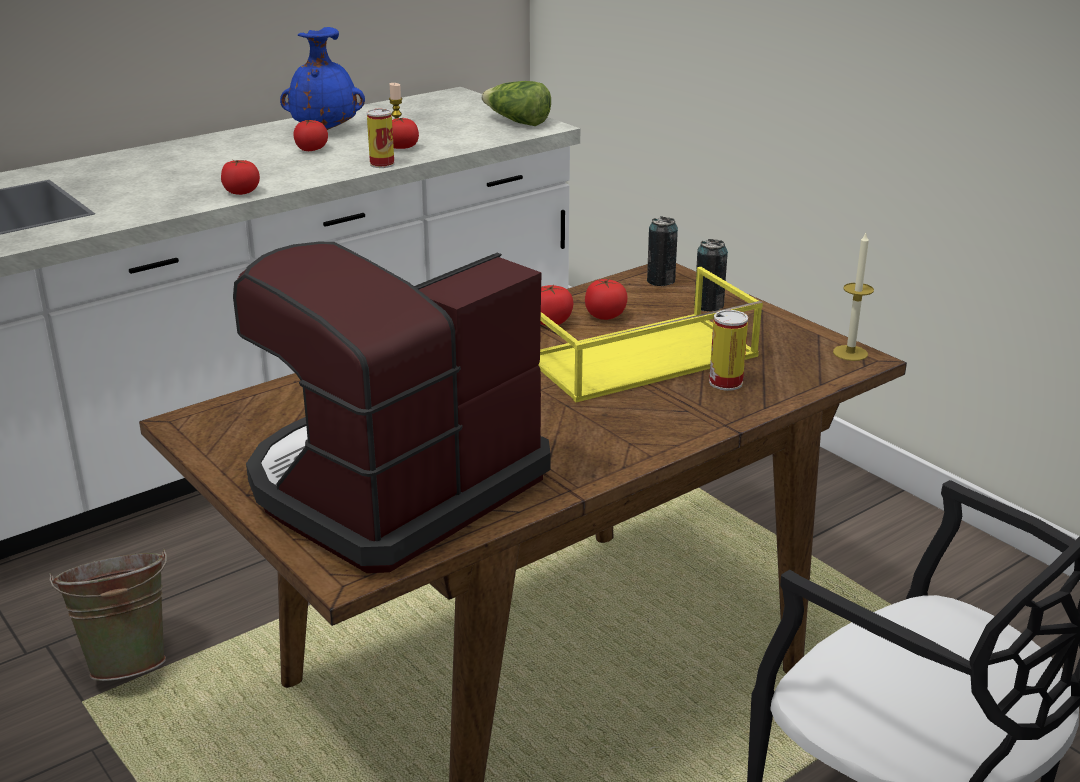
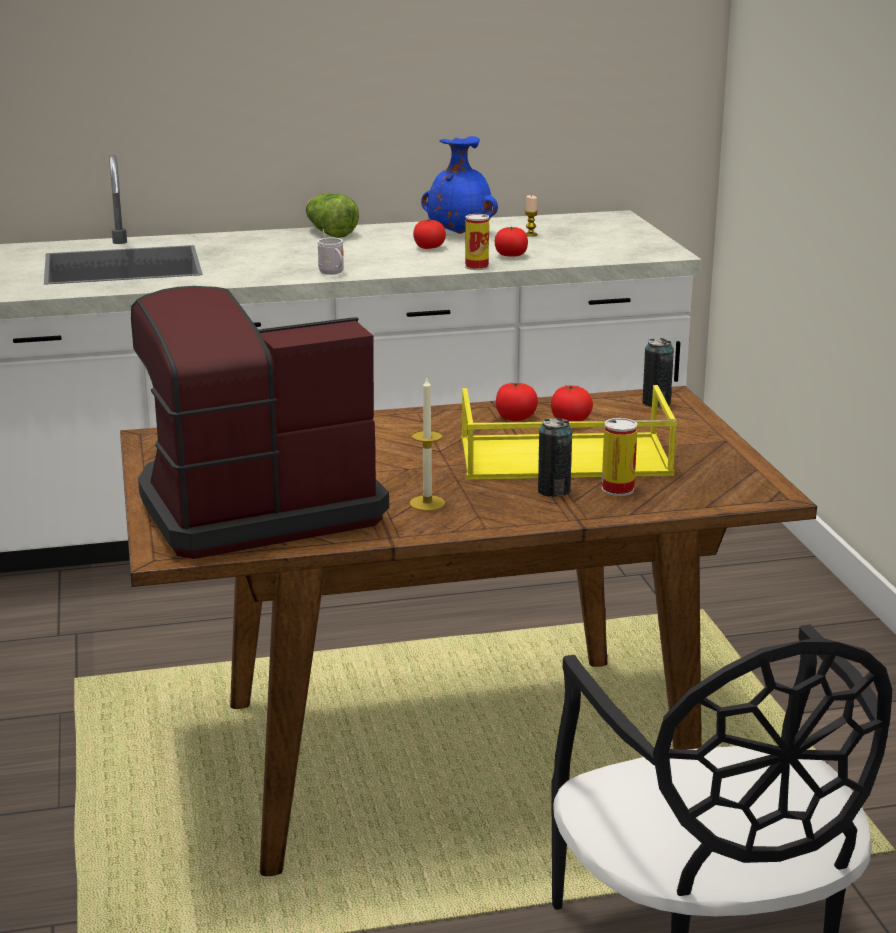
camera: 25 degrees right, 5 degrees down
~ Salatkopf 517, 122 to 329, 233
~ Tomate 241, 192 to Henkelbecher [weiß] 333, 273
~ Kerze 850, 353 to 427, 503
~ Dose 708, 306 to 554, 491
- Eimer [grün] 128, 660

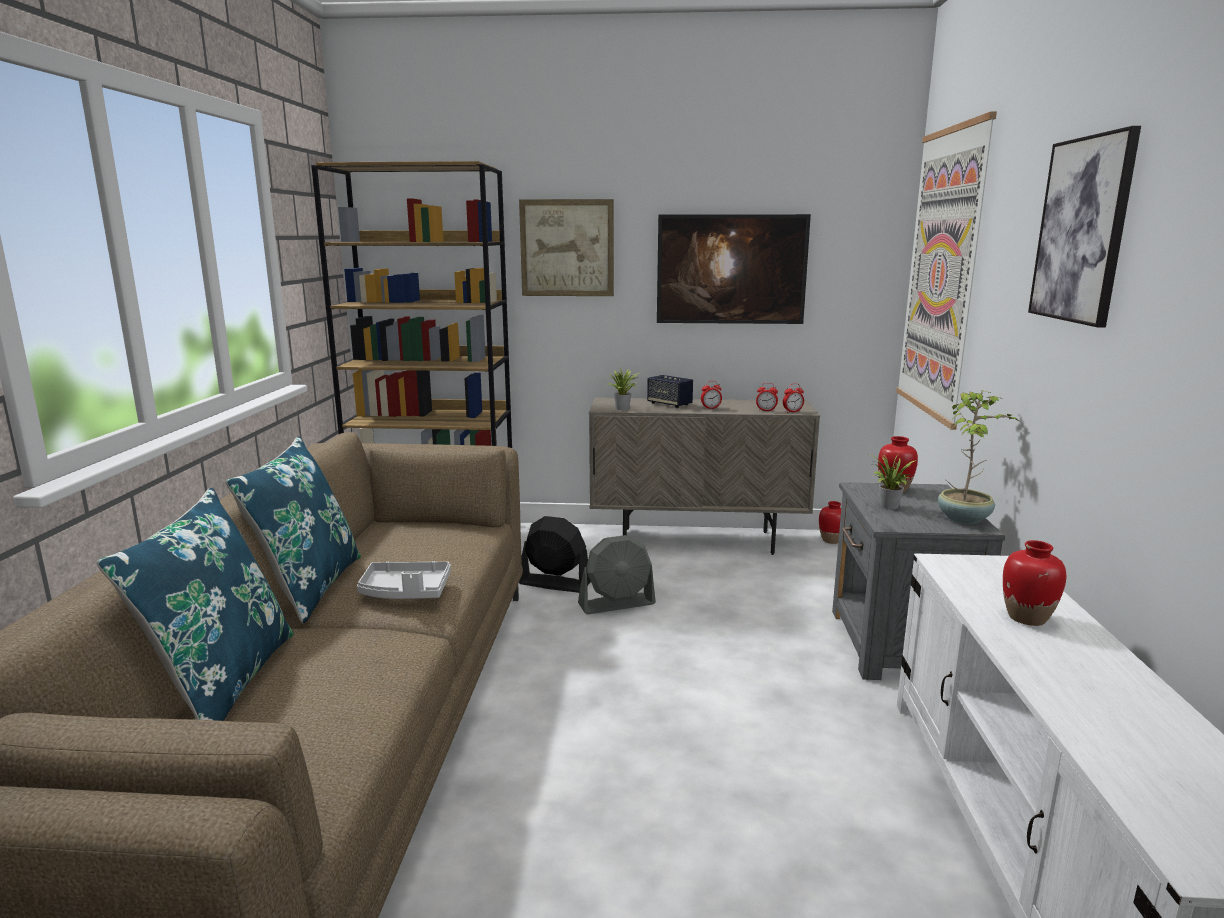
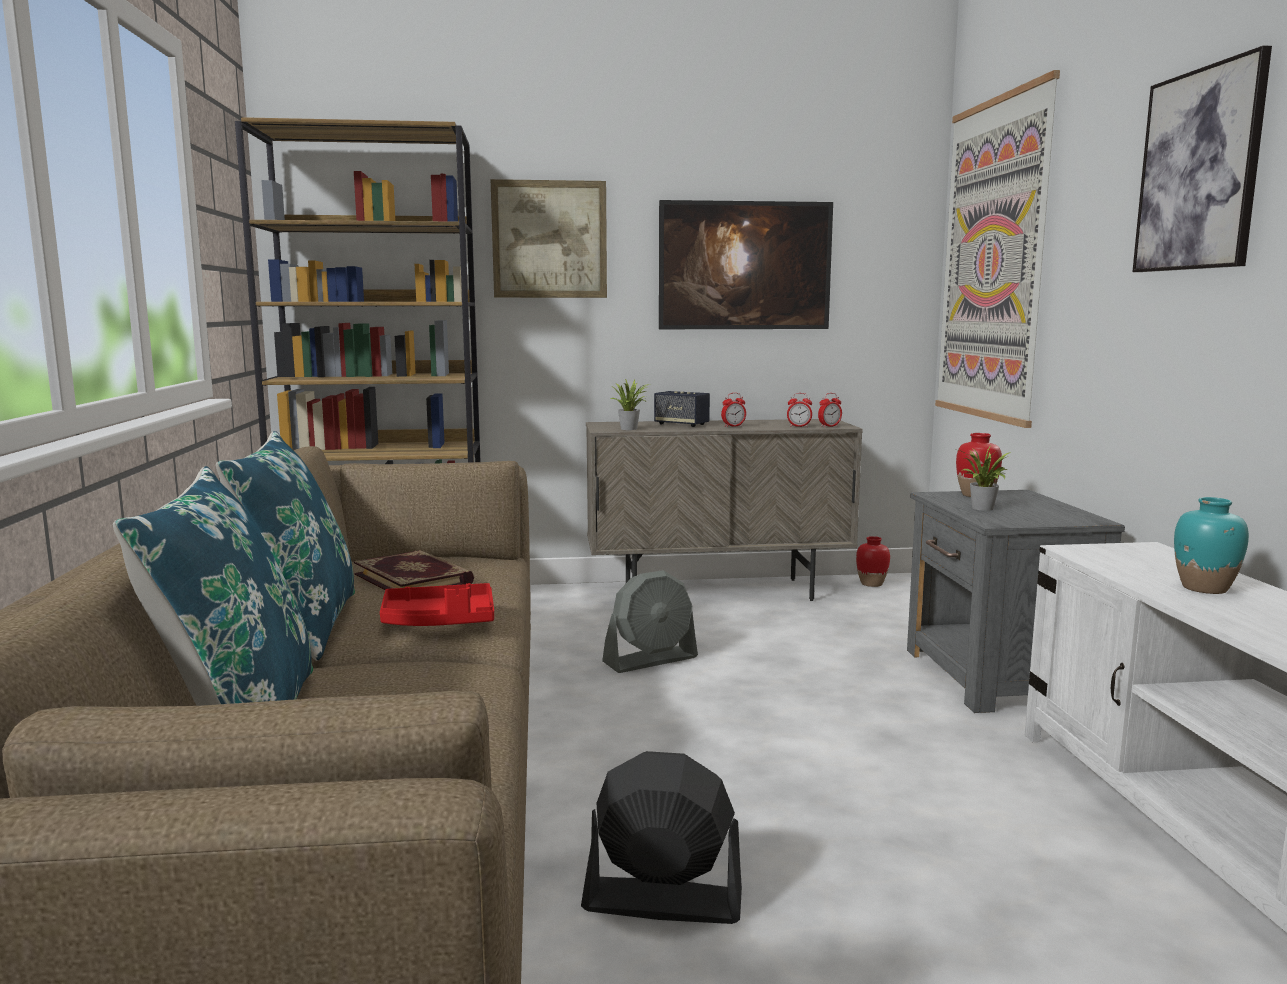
camera: 10 degrees left, 5 degrees down
+ Buch 414, 578
~ Tablett [grau] 405, 592 to Tablett [rot] 439, 622
~ Ventilator [schwarz] 554, 583 to 661, 901
~ Vase [rot] 1027, 618 to Vase [türkis] 1205, 588
- Topfpflanze 964, 518

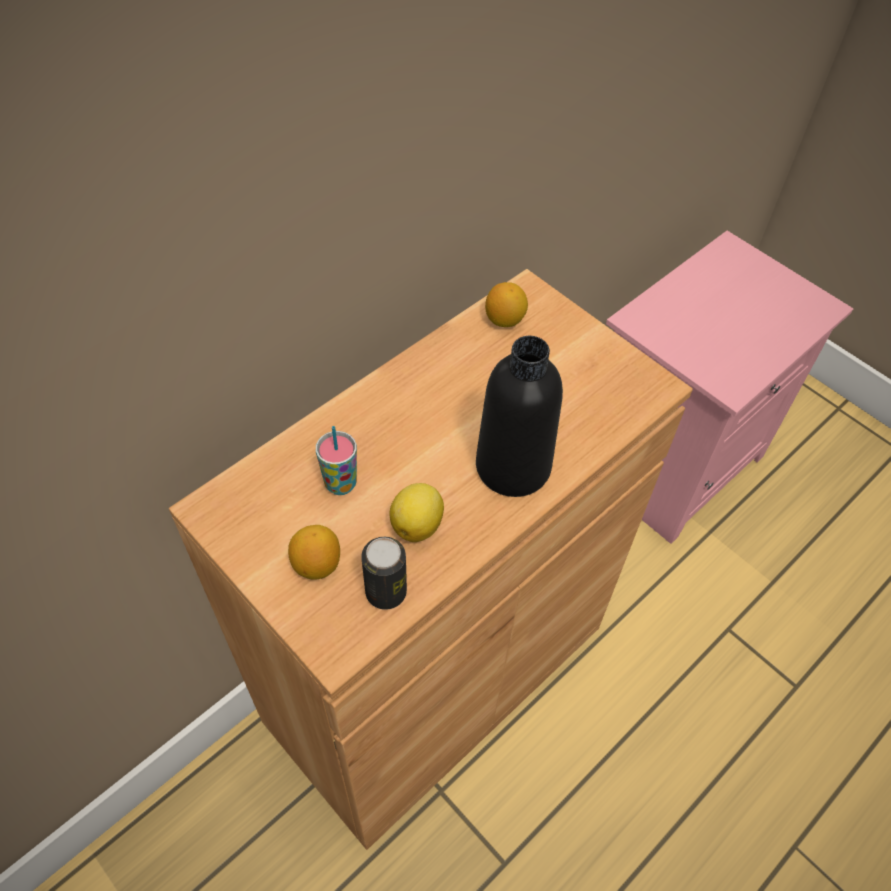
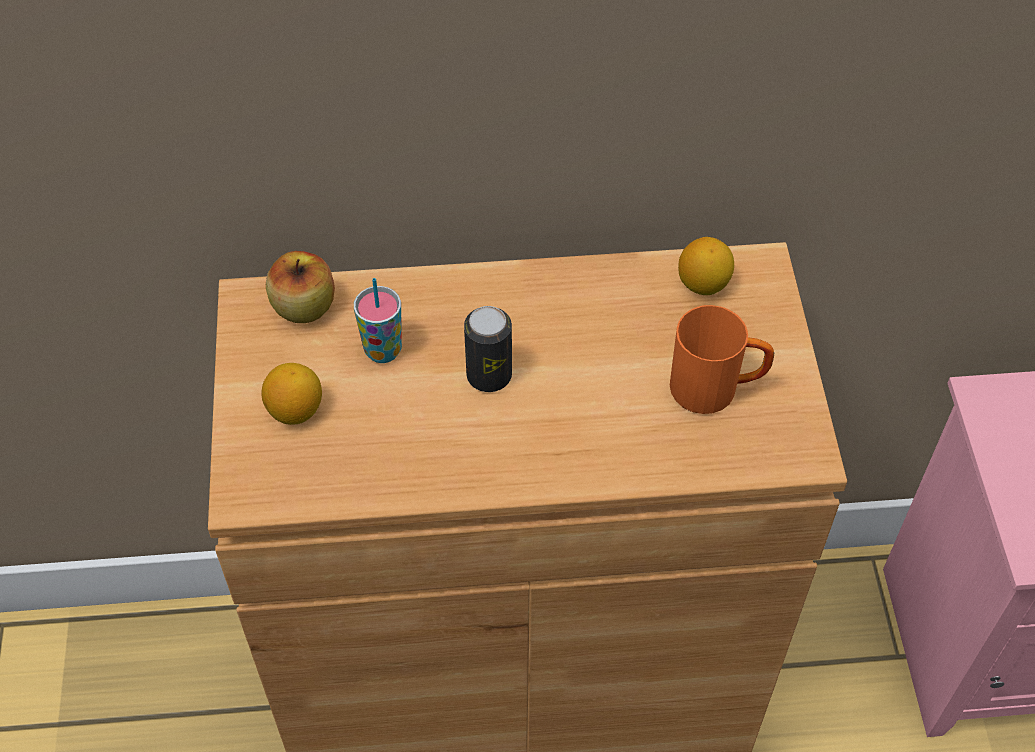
camera: 40 degrees right, 0 degrees up
+ Apfel 304, 307
~ Dose 386, 592 to 489, 375
+ Henkelbecher [orange] 716, 389
- Zitrone 418, 524
- Flasche [schwarz] 513, 466

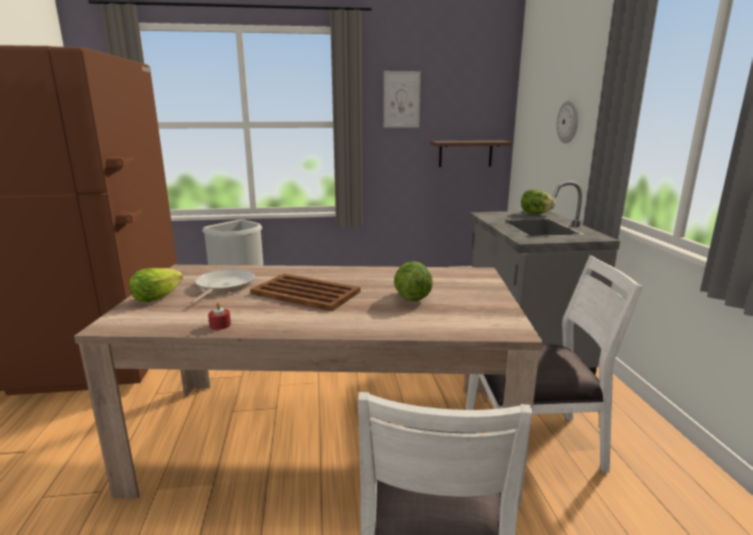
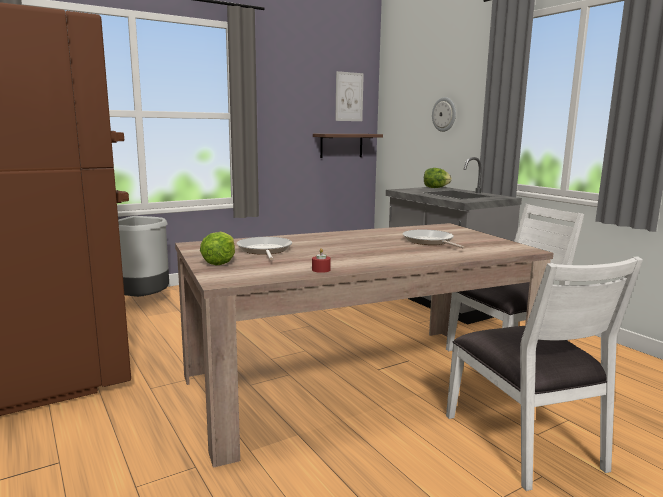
camera: 25 degrees left, 5 degrees down
~ Bild 401, 99 to 349, 97
~ Salatkopf 412, 297 to Pfanne 429, 242
- Tablett [braun] 306, 293

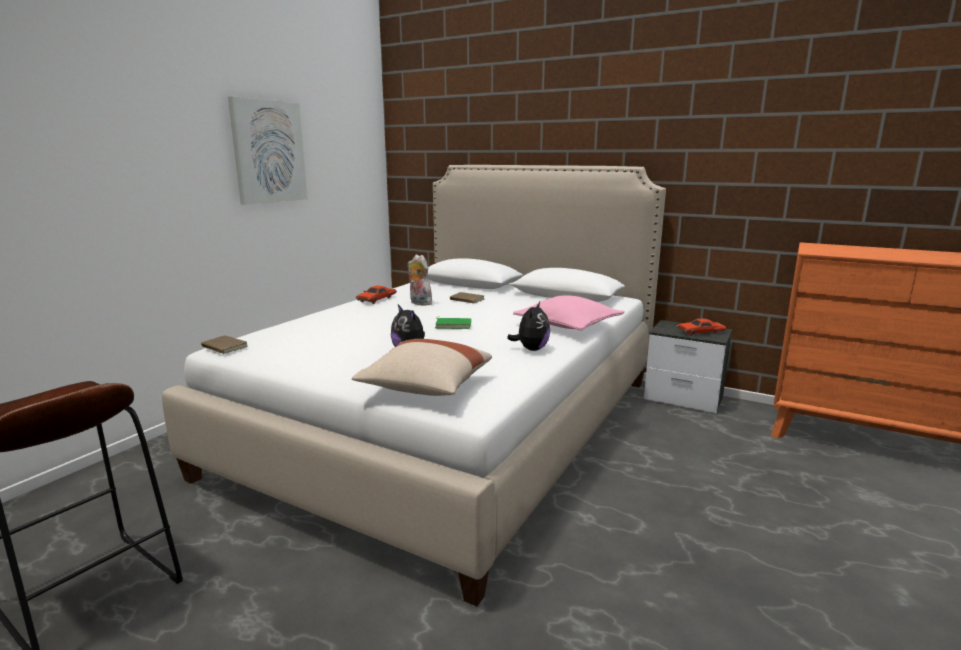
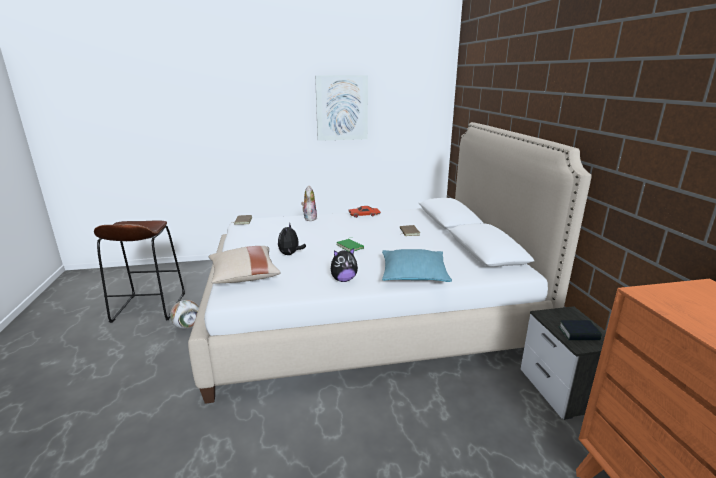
camera: 50 degrees right, 5 degrees up
+ Fußball 187, 326
~ Plüschtier 419, 303 to 309, 218
~ Kissen [rosa] 568, 325 to Kissen [türkis] 414, 274
~ Spielzeugauto [rot] 700, 332 to Buch 578, 334

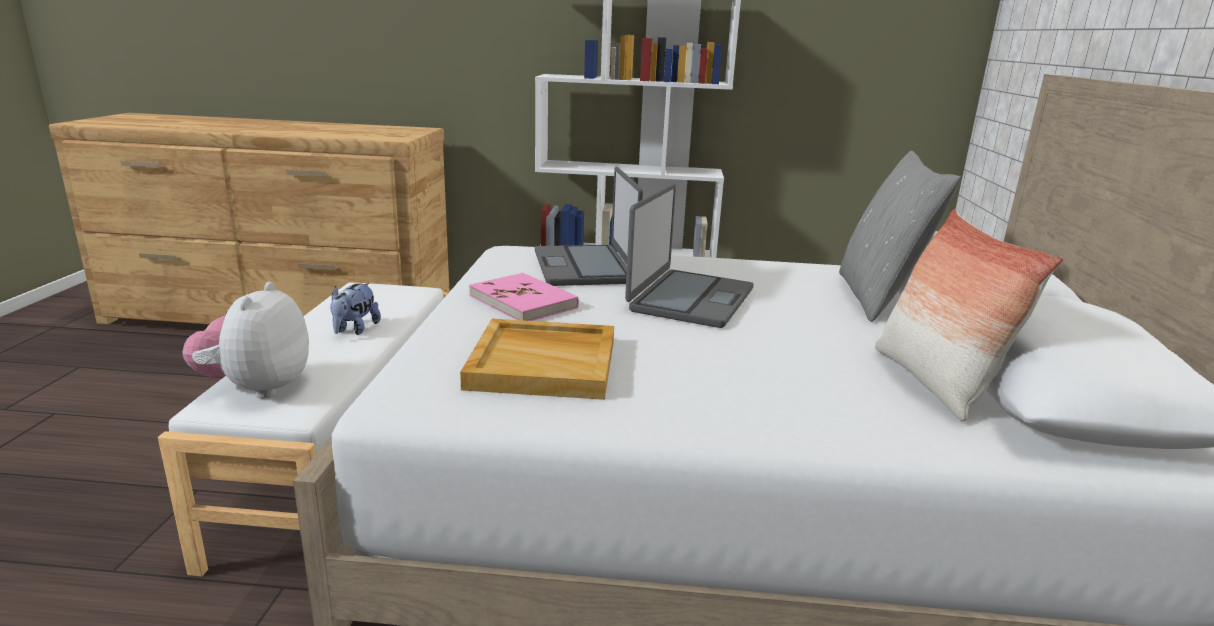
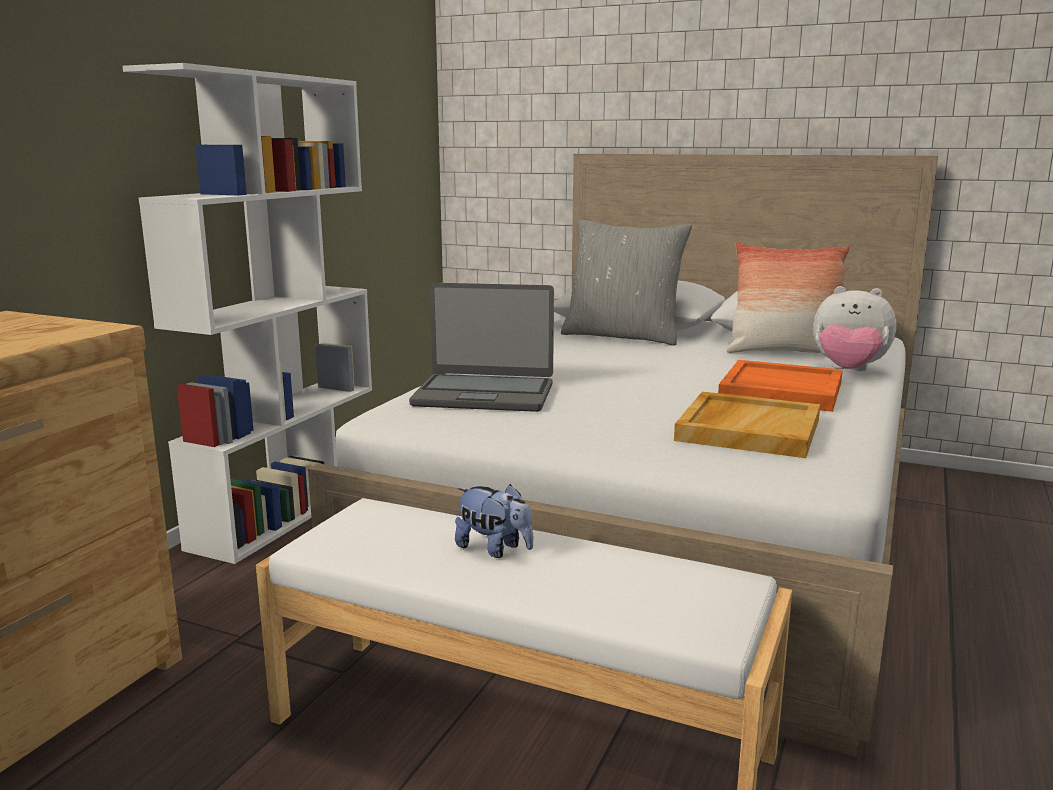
camera: 70 degrees left, 5 degrees down
+ Tablett [orange] 780, 391
~ Plüschtier 257, 388 to 848, 371
- Buch [rosa] 523, 302
- Laptop 690, 299

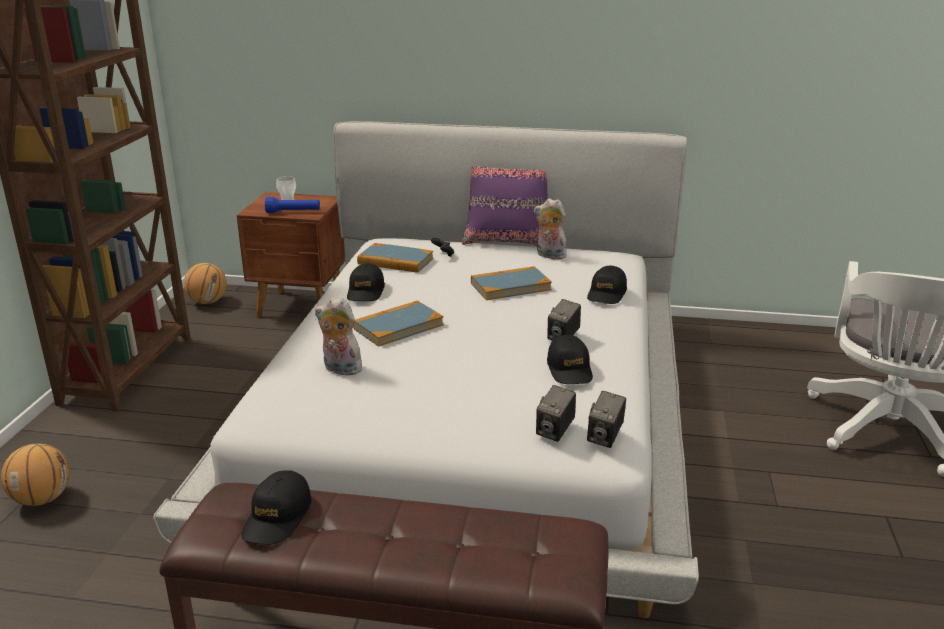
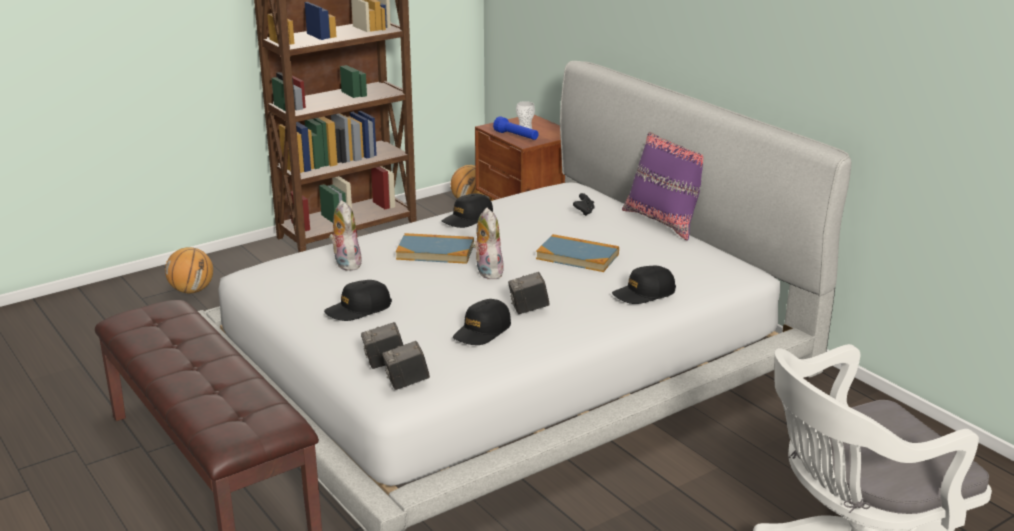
camera: 45 degrees right, 0 degrees up
~ Kappe [schwarz] 277, 517 to 358, 309
~ Plüschtier 549, 256 to 487, 272
- Buch 395, 261

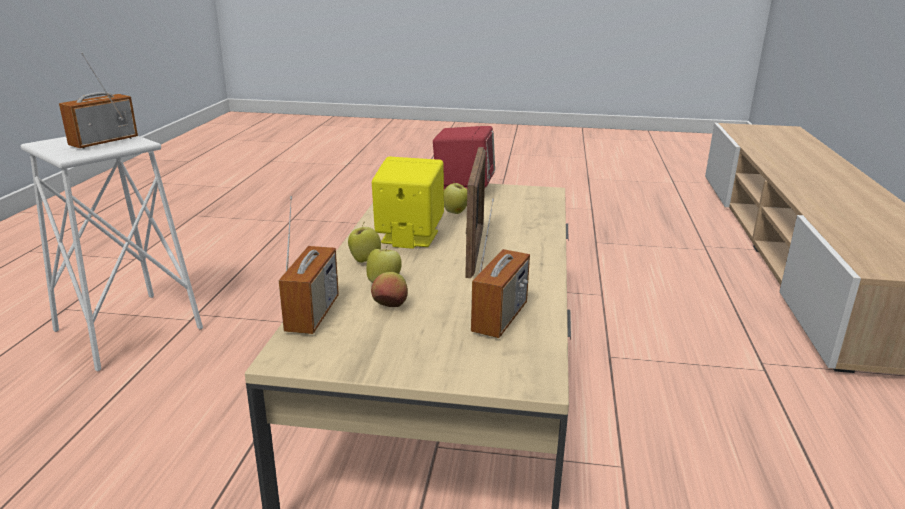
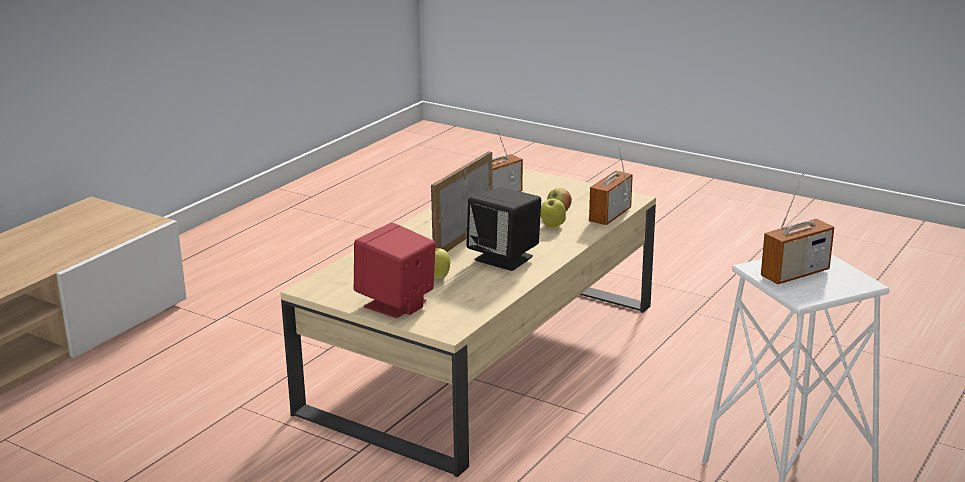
camera: 155 degrees left, 0 degrees up
~ Lautsprecher [gelb] 408, 237 to Lautsprecher [schwarz] 505, 258
- Apfel 364, 261

